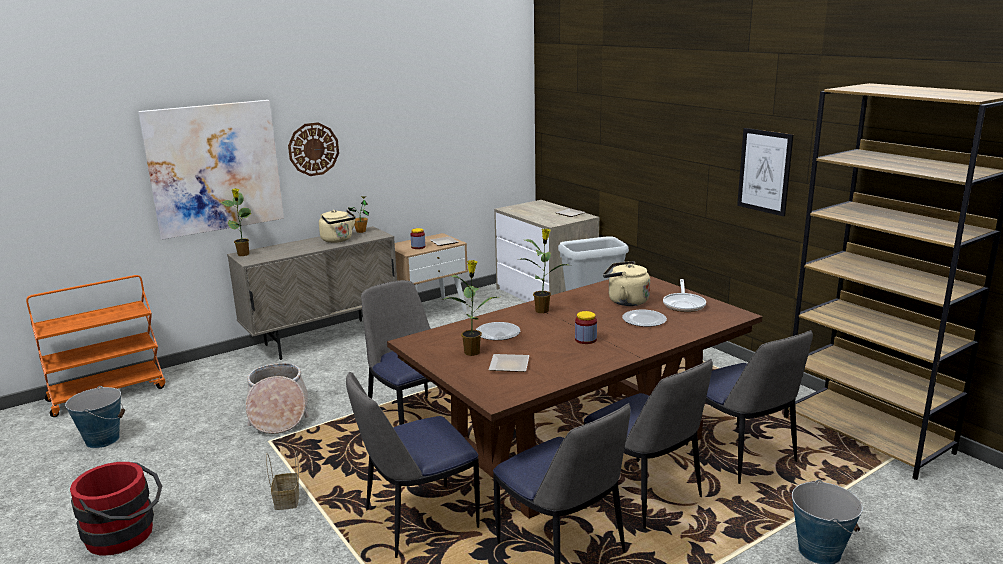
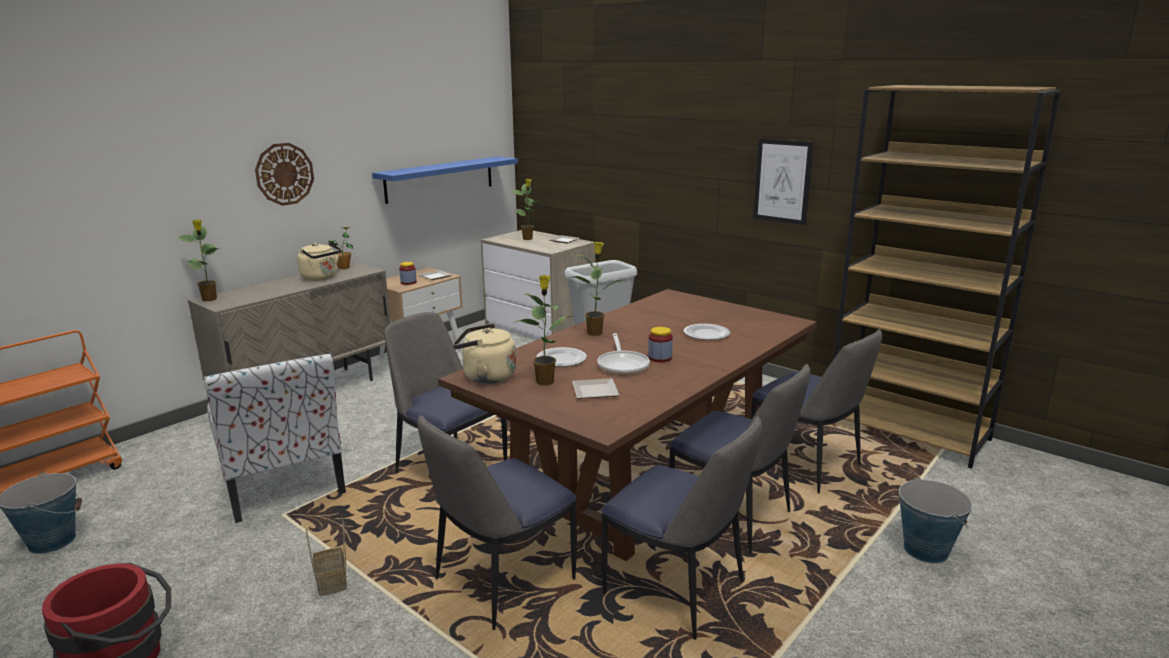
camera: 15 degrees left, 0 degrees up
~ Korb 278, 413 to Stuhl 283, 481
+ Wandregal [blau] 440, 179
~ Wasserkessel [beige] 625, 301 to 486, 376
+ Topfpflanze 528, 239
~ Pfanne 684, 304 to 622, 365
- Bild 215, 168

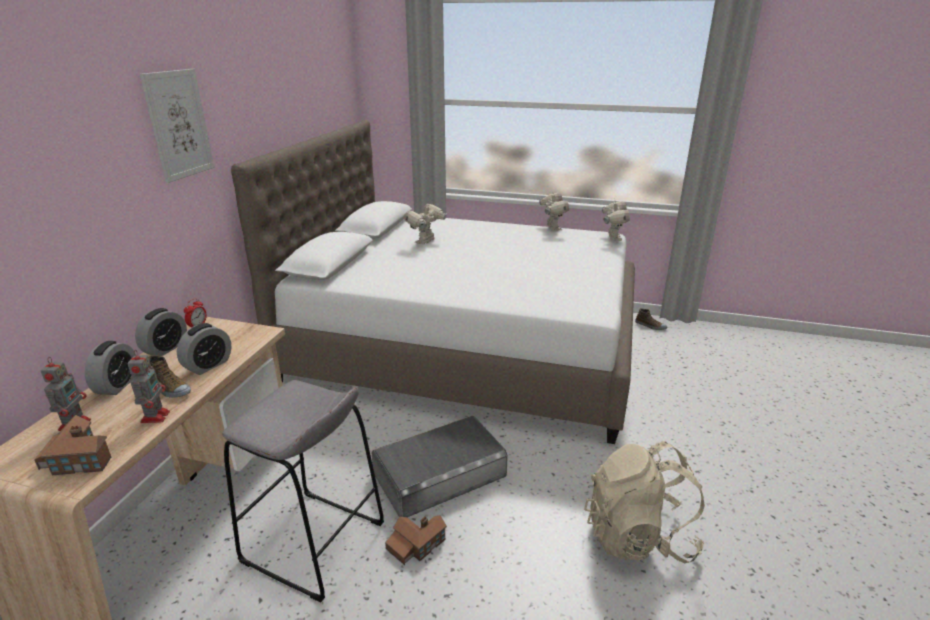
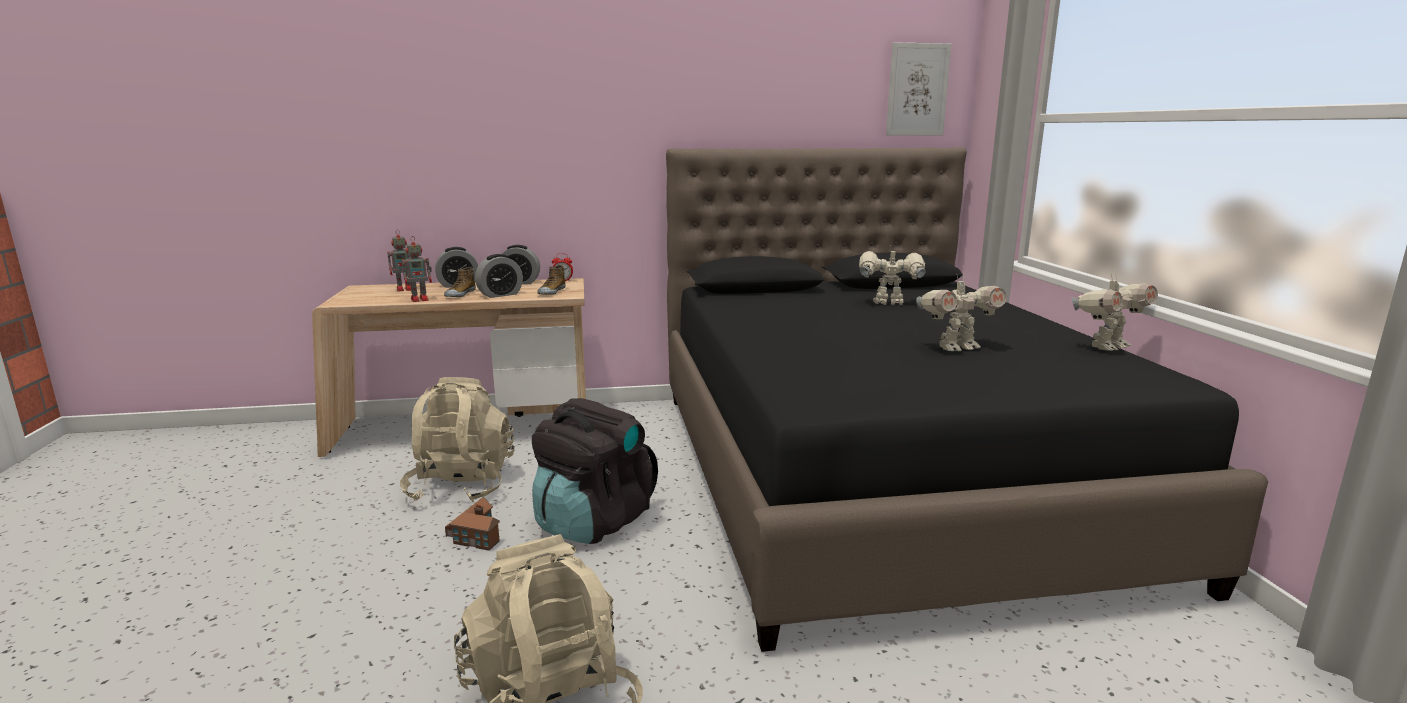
camera: 65 degrees right, 10 degrees down
~ Hocker [grau] 314, 543 to Rucksack [beige] 462, 485
~ Wecker 208, 365 = 500, 294 45 degrees counterclockwise
~ Aufbewahrungsbox [grau] 439, 474 to Rucksack [schwarz] 593, 521
~ Schuh 650, 326 to 551, 292
~ Bett [weiß] 466, 346 to Bett [schwarz] 878, 474
~ Bild 179, 124 to 917, 90
~ Spielzeugroboter 613, 238 to 956, 348
- Spielzeughaus 78, 458

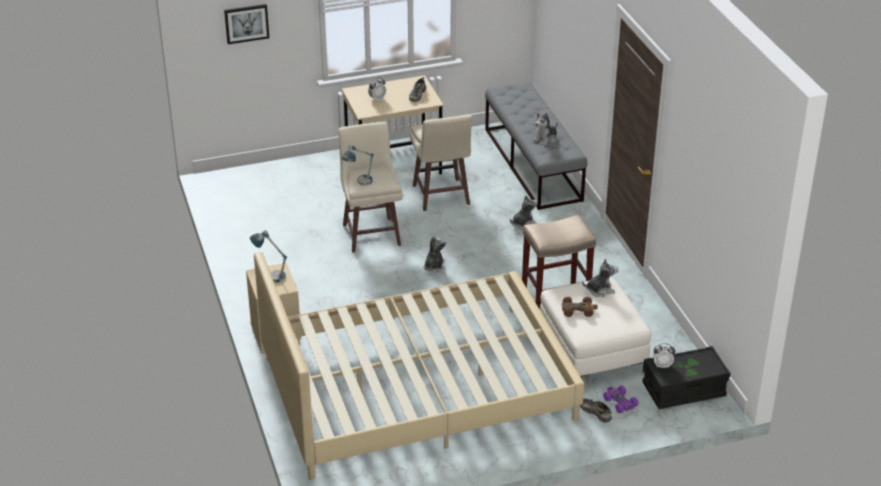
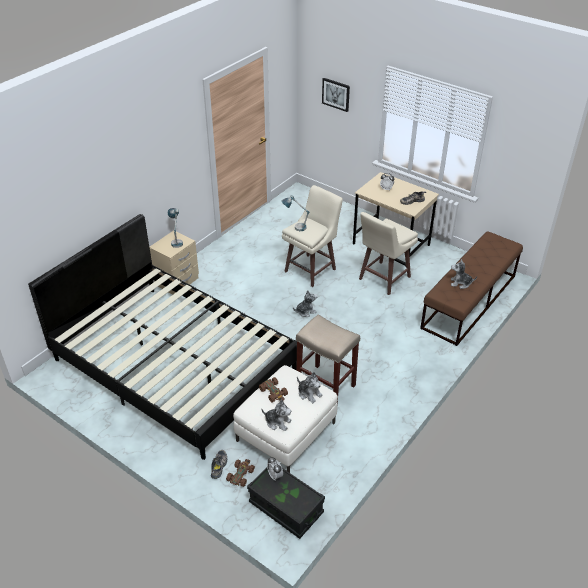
camera: 55 degrees right, 5 degrees up
~ Bett [beige] 417, 388 to Bett [schwarz] 174, 363
~ Spielzeugauto [lila] 619, 402 to Spielzeugauto [braun] 240, 474
~ Plüschtier 523, 224 to 277, 422
~ Bank [grau] 533, 164 to Bank [braun] 469, 301

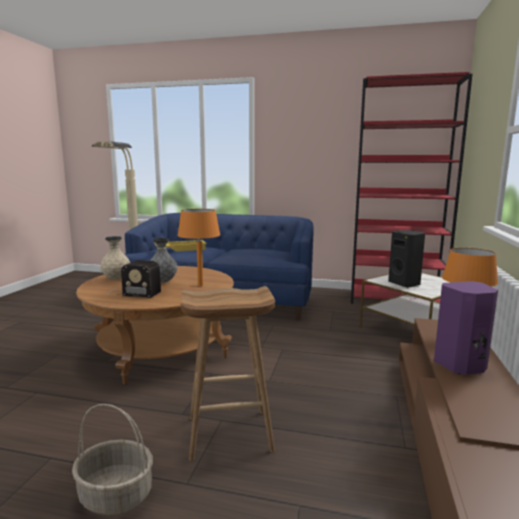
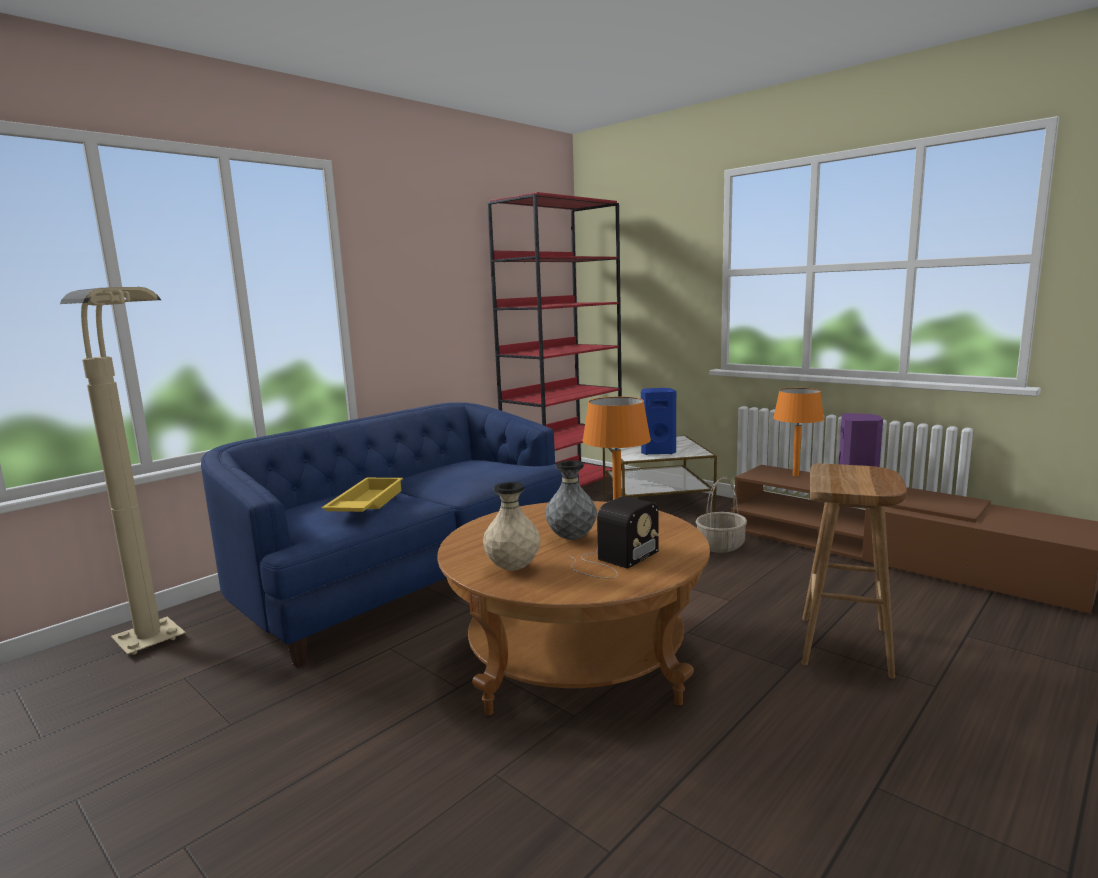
camera: 60 degrees left, 0 degrees up
~ Lautsprecher [schwarz] 405, 284 to Lautsprecher [blau] 657, 452
~ Korb 115, 495 to 720, 546

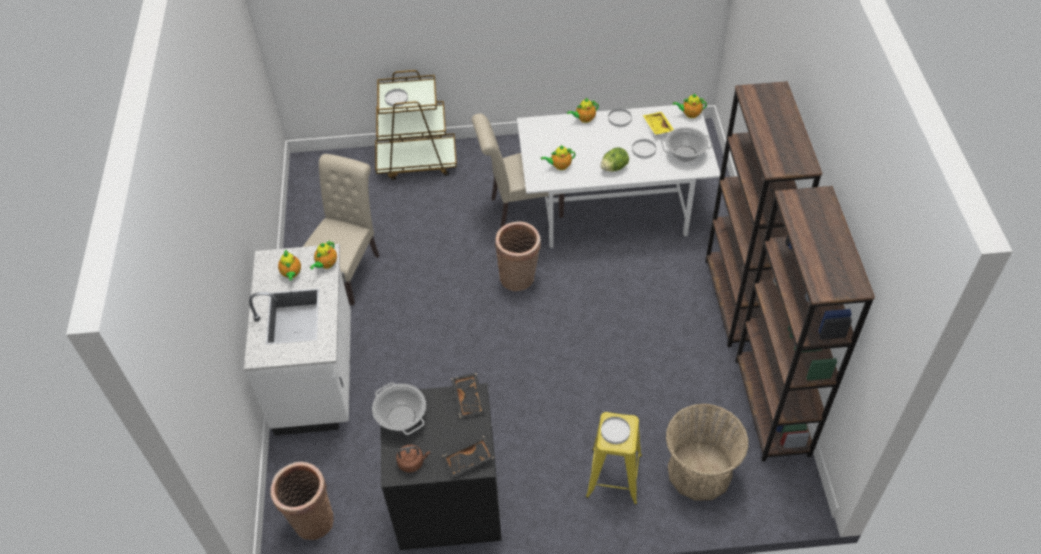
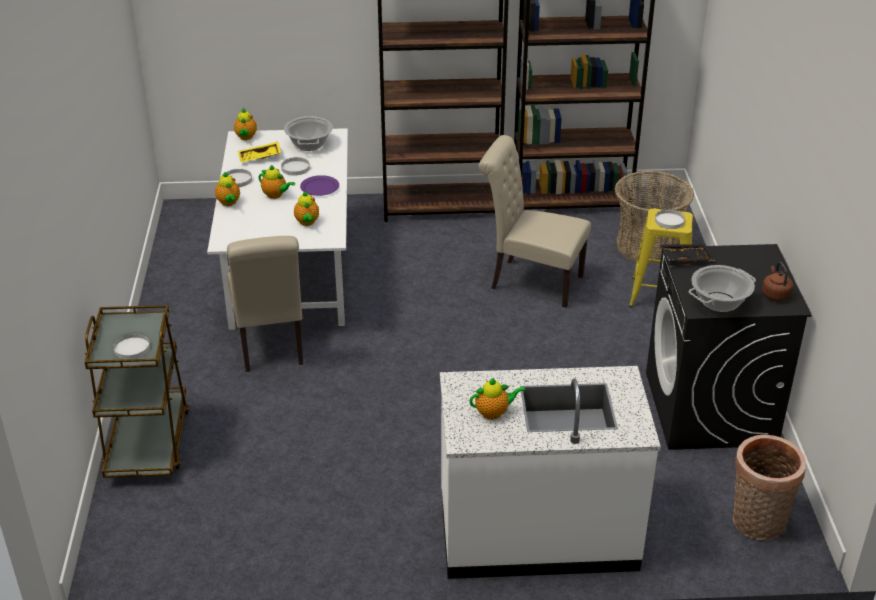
camera: 90 degrees left, 15 degrees down
~ Teekanne 326, 264 to 276, 195
~ Salatkopf 614, 168 to Teller [lila] 320, 187
~ Stuhl [beige] 348, 270 to 531, 281
- Tablett [schwarz] 469, 461
- Korb 519, 278

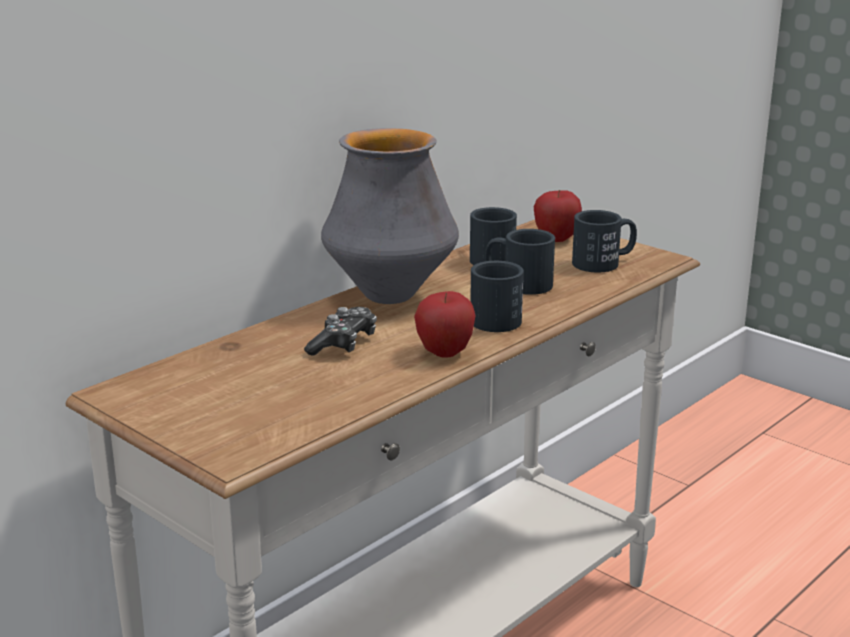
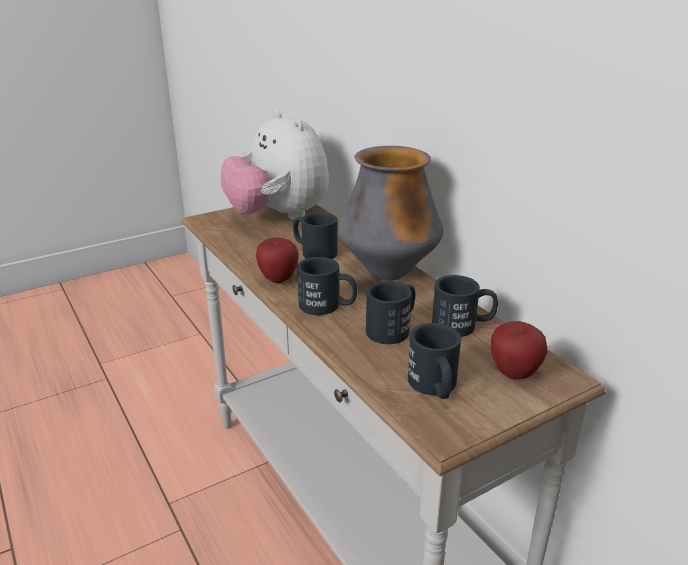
camera: 105 degrees right, 5 degrees up
+ Plüschtier 278, 216
~ Gamepad 343, 344 to Henkelbecher [schwarz] 313, 251

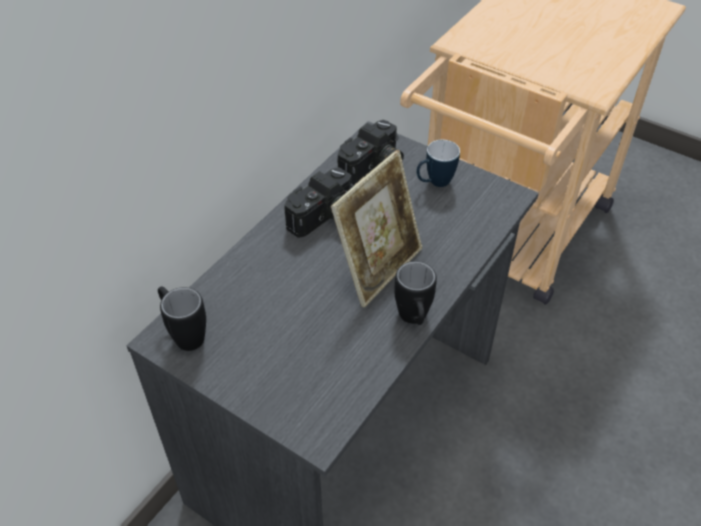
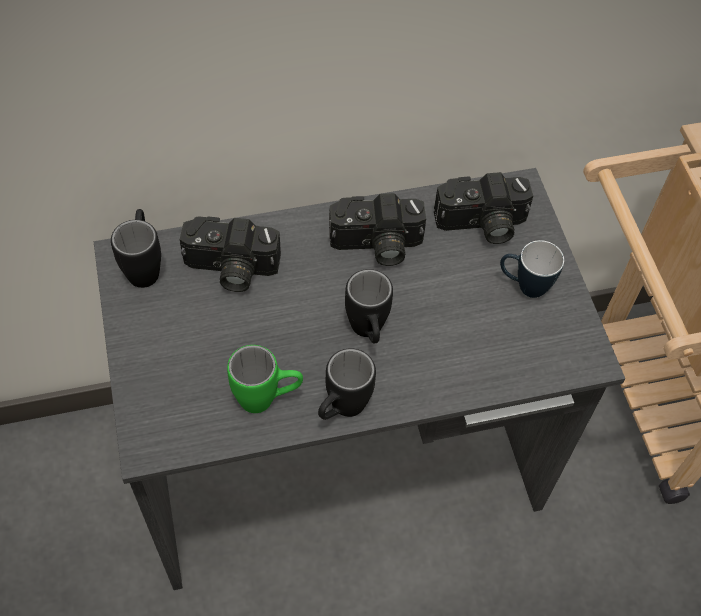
camera: 40 degrees right, 10 degrees up
+ Kamera 230, 269
+ Henkelbecher [grün] 267, 399
~ Bilderrahmen 378, 268 to Henkelbecher [schwarz] 368, 333

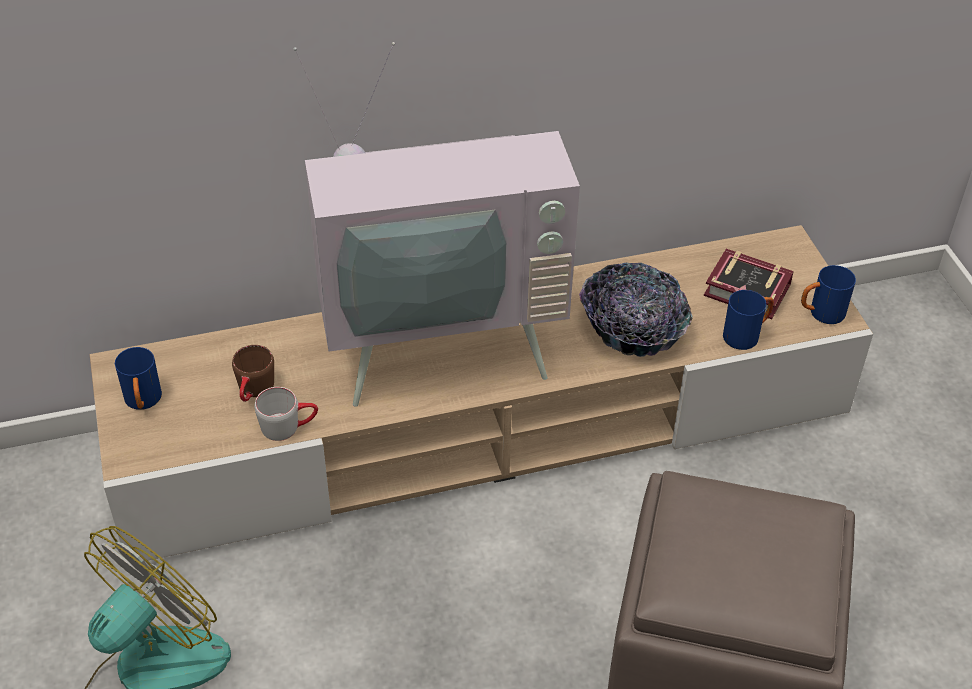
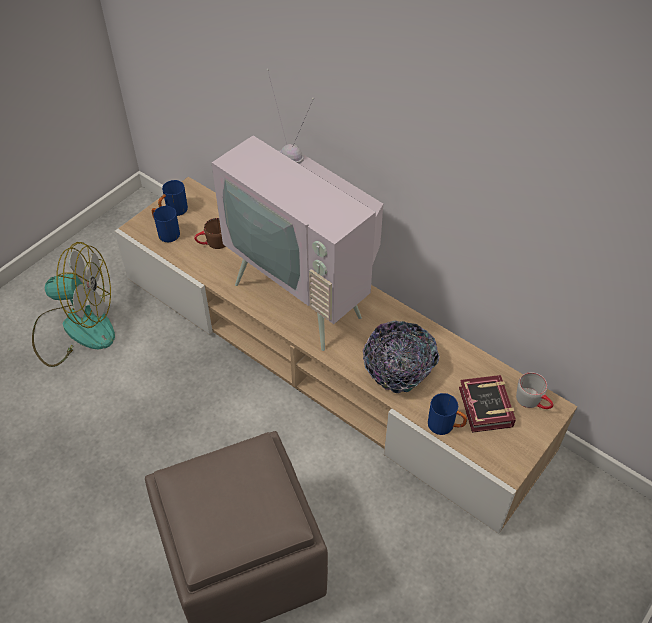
camera: 55 degrees right, 5 degrees up
~ Henkelbecher [blau] 820, 314 to 166, 233
~ Henkelbecher [grau] 289, 426 to 533, 402

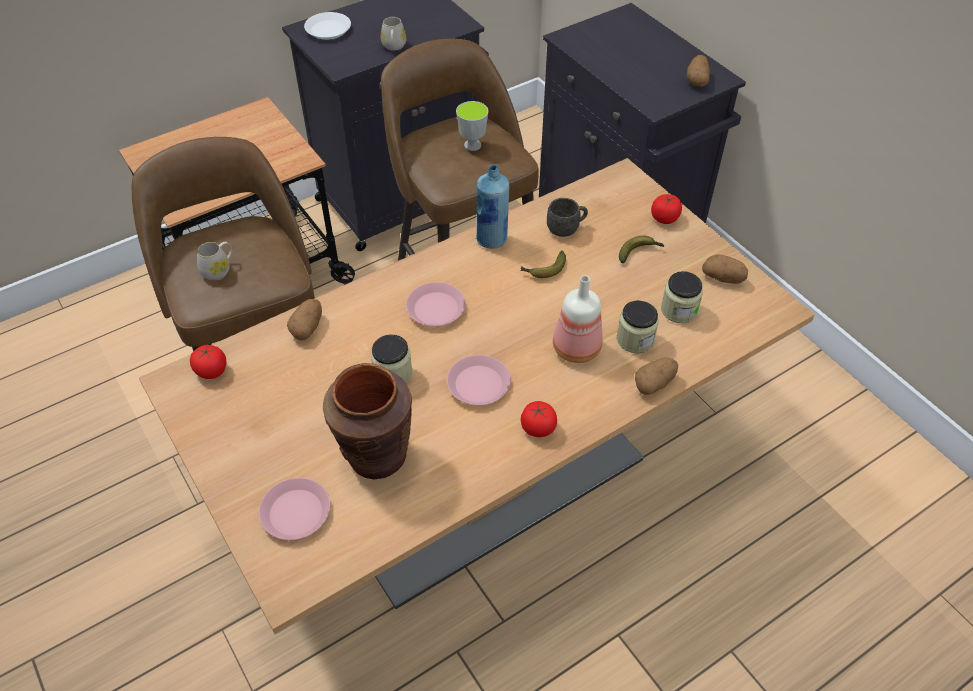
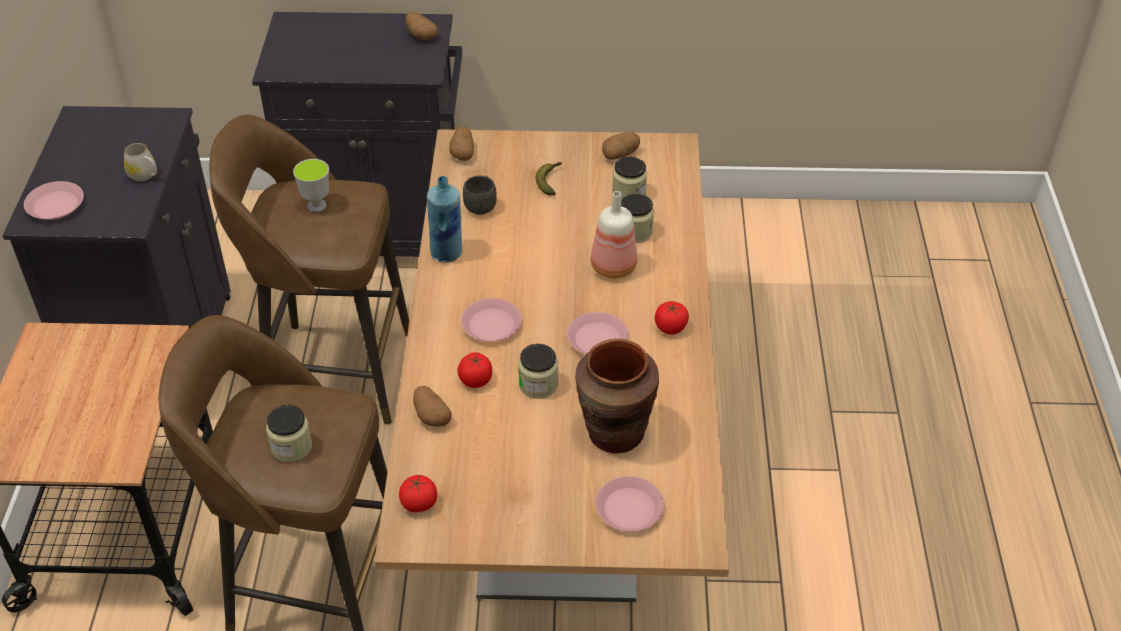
camera: 55 degrees left, 5 degrees down
~ Teller [weiß] 328, 30 to Teller [rosa] 55, 205
~ Henkelbecher [weiß] 219, 269 to Vorratsglas 291, 447
~ Kartoffel 654, 383 to 463, 153
~ Tomate 664, 218 to 476, 380
- Banane 544, 270

